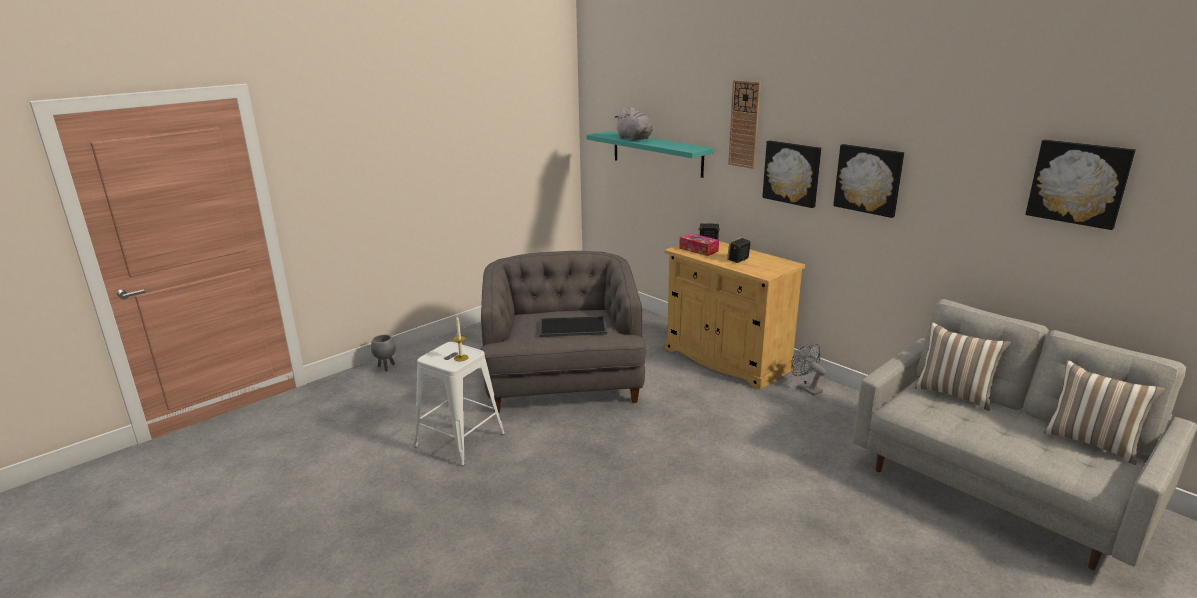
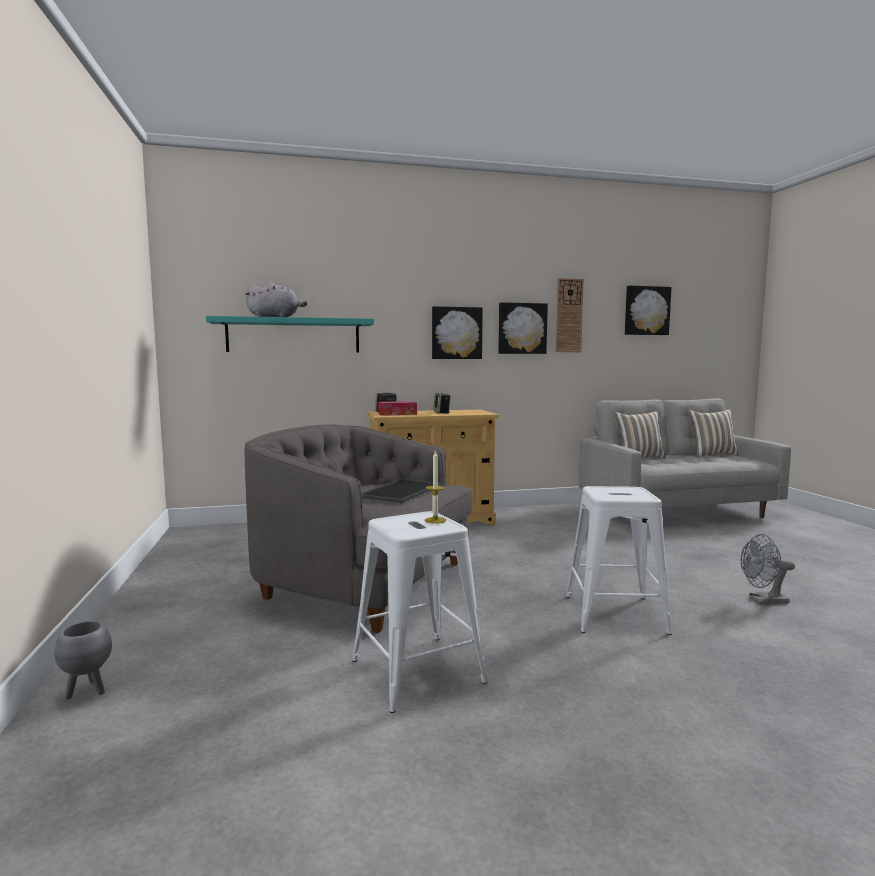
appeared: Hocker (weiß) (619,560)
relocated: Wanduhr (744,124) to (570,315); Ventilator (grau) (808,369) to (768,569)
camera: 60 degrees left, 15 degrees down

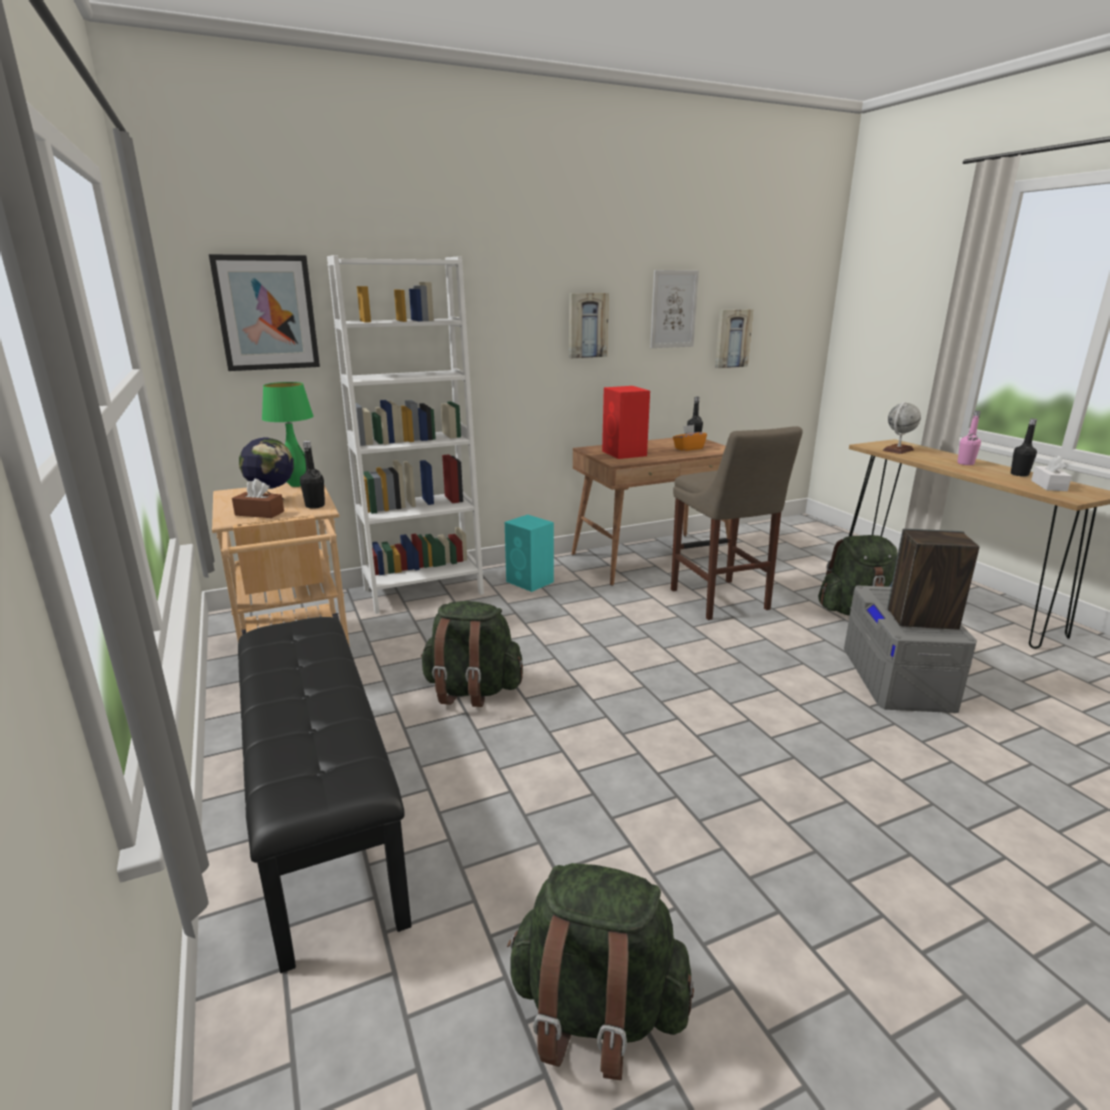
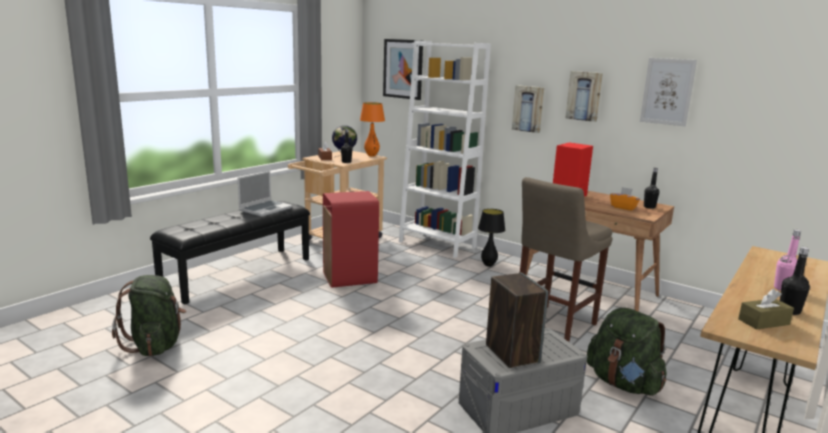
missing: Globus (901,428)
appeared: Laptop (265,194)
relocated: Bild (734,338) to (528,109)
exchanged: Lautsprecher (türkis) (529,553) to Tischlampe (schwarz) (491,238); Rucksack (grün) (471,654) to Mülleimer (rot) (351,239)
colour: Tischlampe (grün) (288,434) to Tischlampe (orange) (372,129); Taschentuchbox (weiß) (1051,473) to Taschentuchbox (braun) (766,309)
camera: 60 degrees right, 5 degrees down

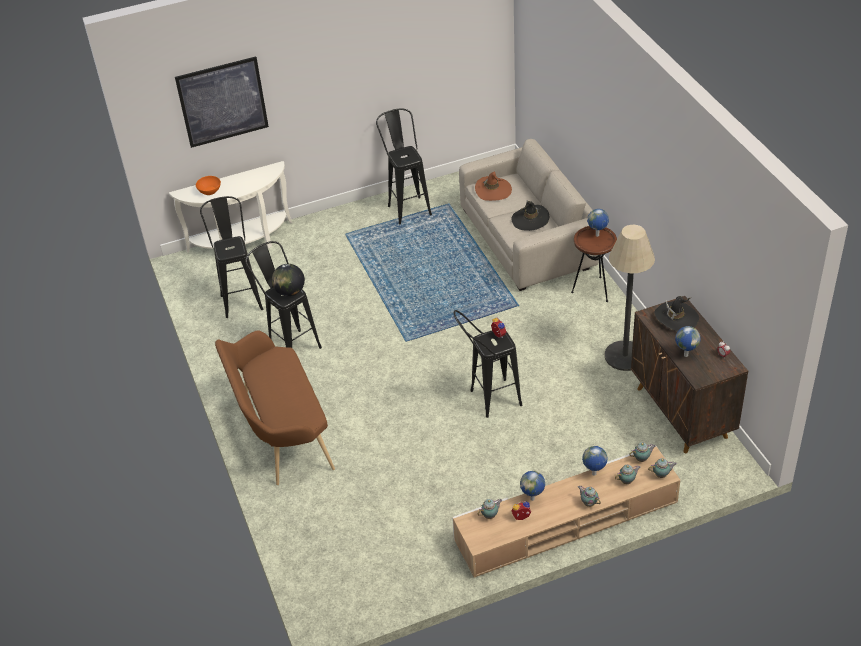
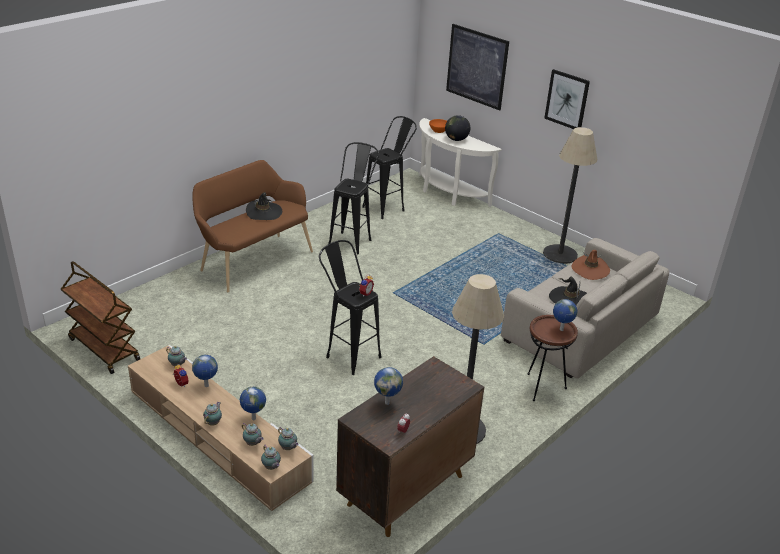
appeared: Bild (567,99); Rollwagen (braun) (100,317)
relocated: Globus (288,280) to (457,128); Hut (schwarz) (677,313) to (264,206)
exchanged: Hocker (schwarz) (404,166) to Stehlampe (570,195)
camera: 60 degrees right, 10 degrees down

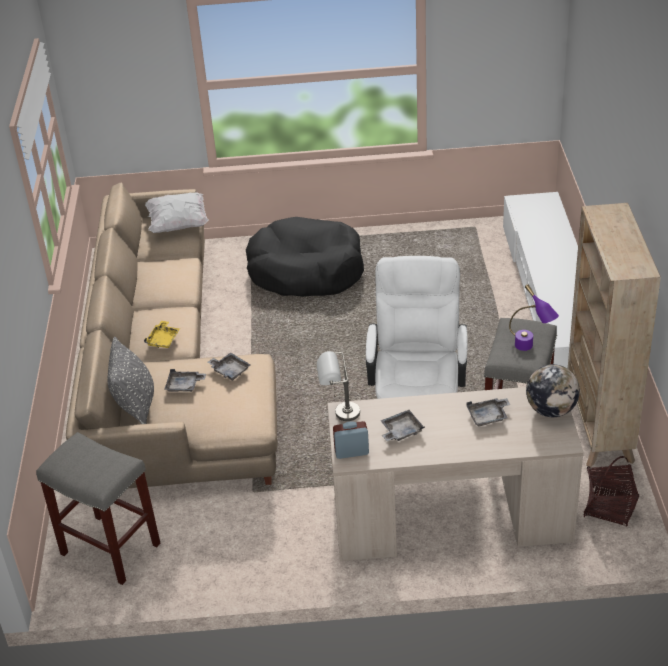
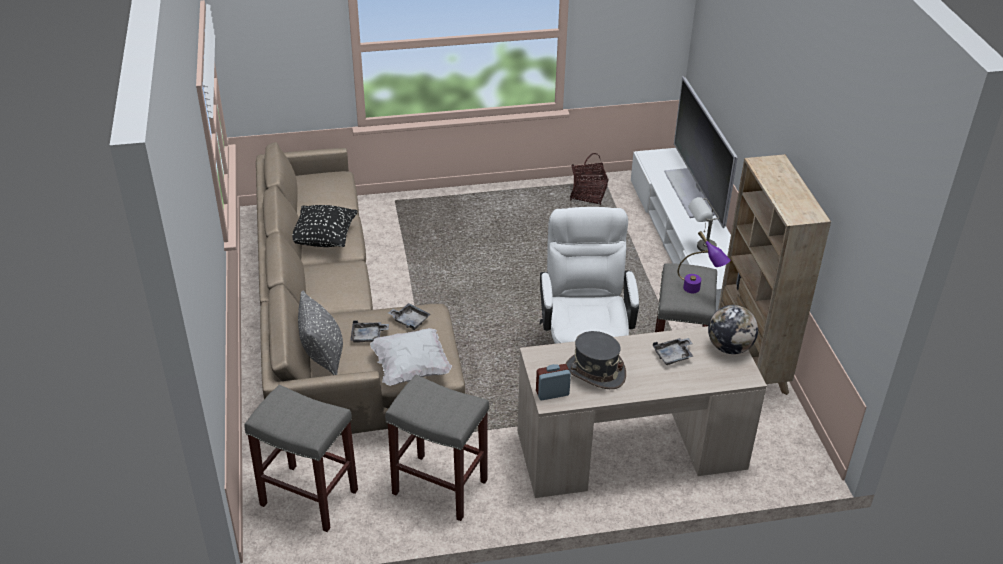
missing: Hundebett (schwarz) (305,257); Tablett (gelb) (162,334)
appeared: Fernseher (701,152); Kissen (schwarz) (325,226); Hocker (grau) (437,448)
relocated: Kissen (weiß) (177,212) to (411,357); Tischlampe (grau) (338,386) to (703,225); Korb (611,491) to (589,179)
exchanged: Tablett (grau) (403,425) to Hut (grau) (596,360)
camera: 10 degrees left, 0 degrees up

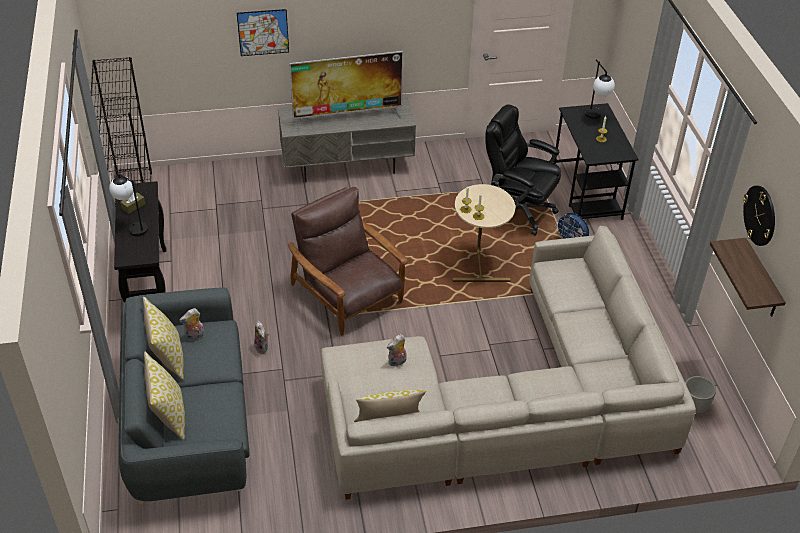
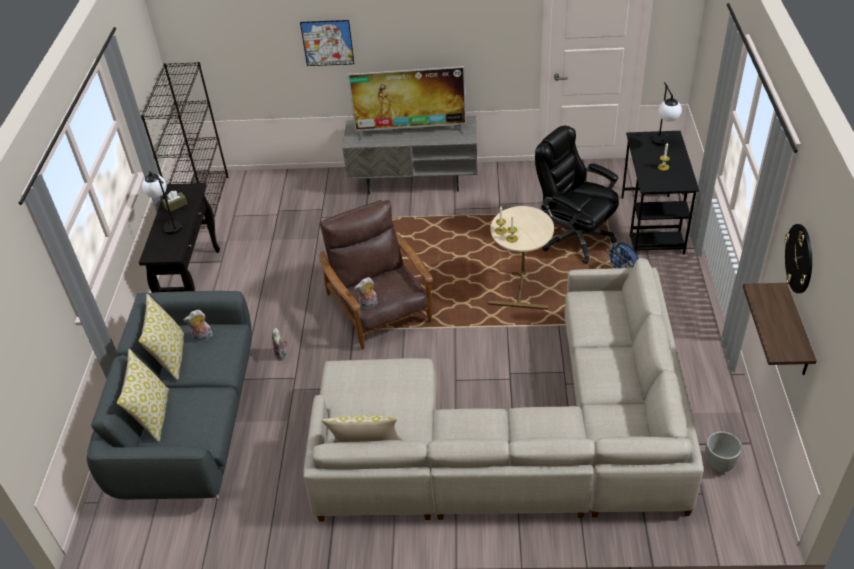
relocated: Plüschtier (396,350) to (365,293)
camera: 15 degrees right, 0 degrees up

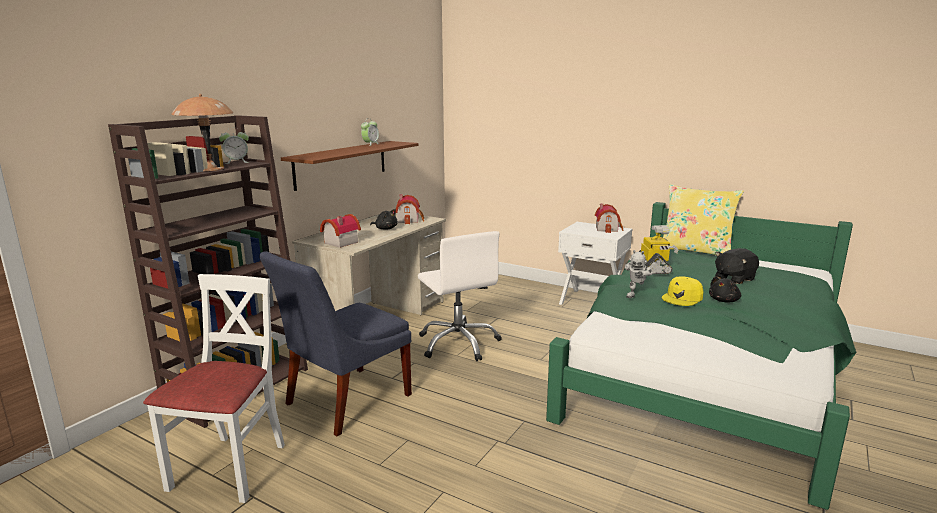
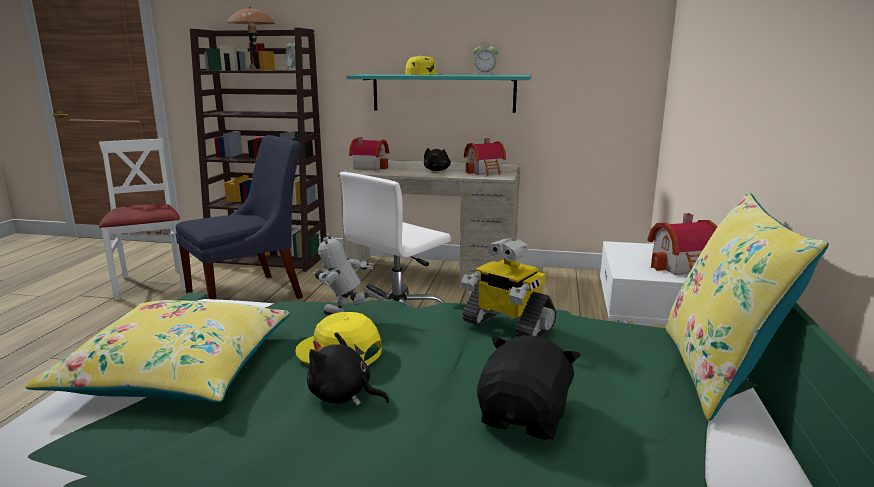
appeared: Kappe (gelb) (424,65); Kissen (gelb) (157,351)
colour: Wandregal (braun) (350,166) to Wandregal (türkis) (438,93)
spun: Spielzeugroboter (658,249) = (508,287) 60 degrees clockwise; Plüschtier (schwarz) (737,266) = (529,387) 75 degrees clockwise; Stuhl (blau) (335,343) = (239,217) 120 degrees clockwise; Stuhl (weiß) (214,388) = (142,219) 105 degrees counterclockwise
camera: 70 degrees right, 0 degrees up

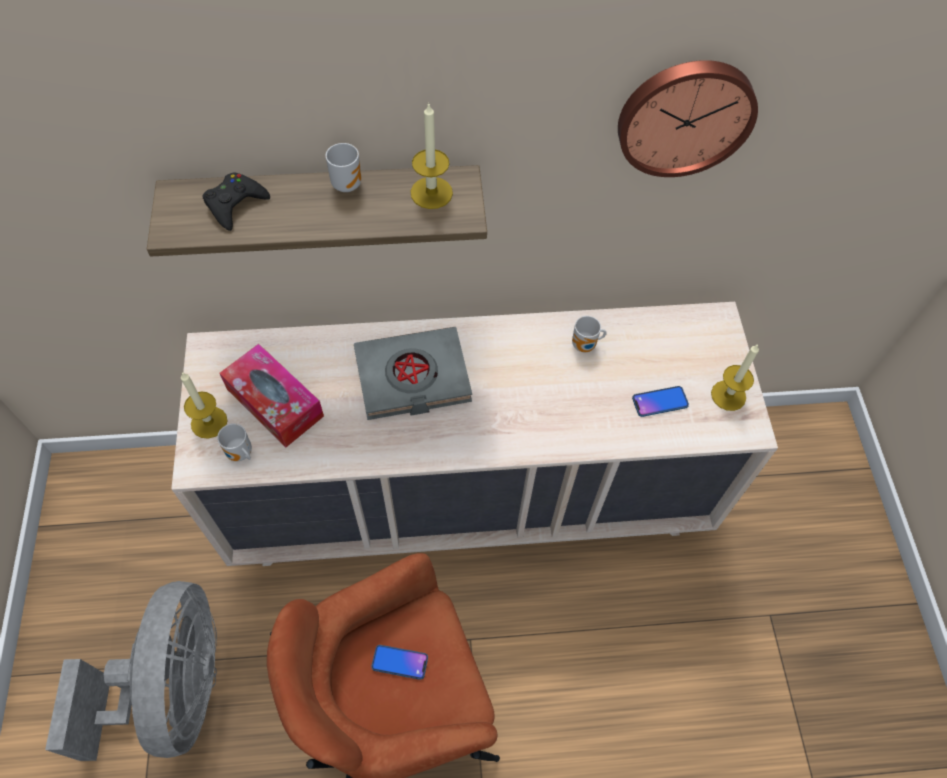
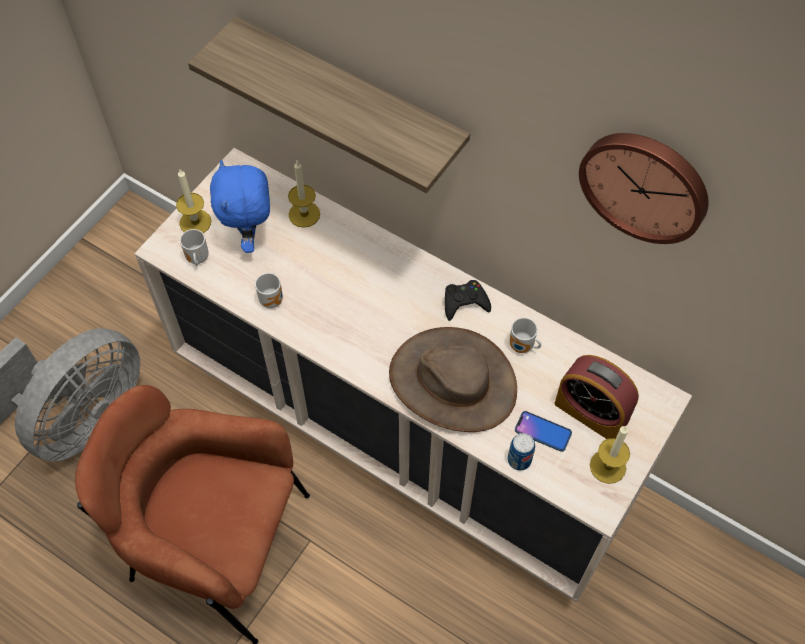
missing: Buch (grau) (413,373); Handy (399,662)
appeared: Hut (braun) (453,379); Wecker (596,397); Dose (521,452)
relocated: Kerze (431,155) to (304,194); Henkelbecher (343,167) to (269,290); Gamepad (schwarz) (236,201) to (468,300)
exchanged: Taschentuchbox (272,395) to Plüschtier (blau) (240,206)
camera: 40 degrees right, 0 degrees up

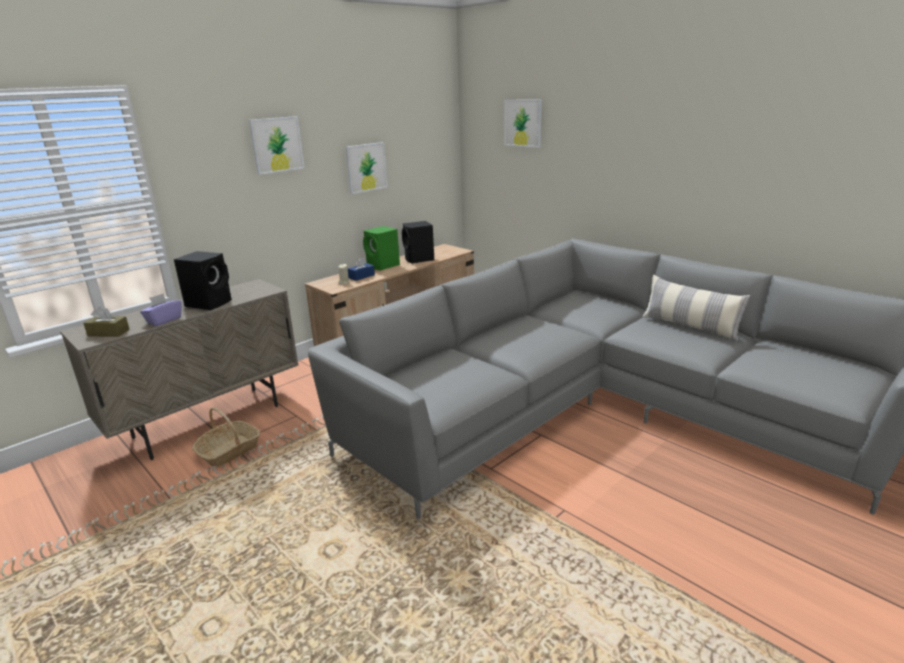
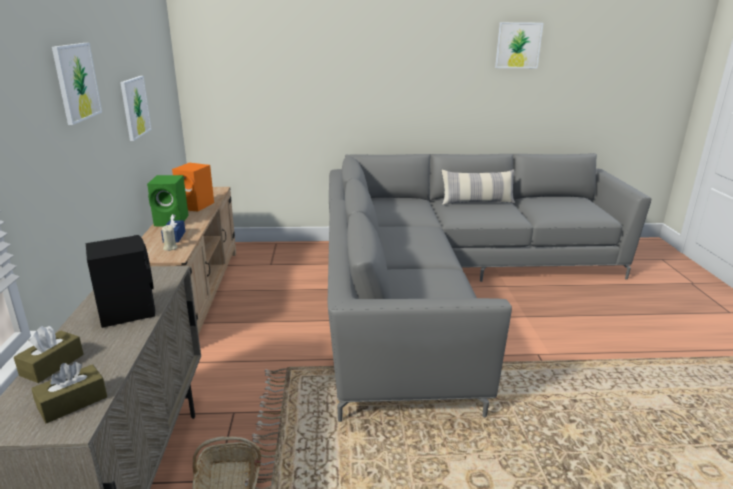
missing: Taschentuchbox (lila) (161,309)
appeared: Taschentuchbox (braun) (49,354)
relocated: Bild (523,124) to (519,45)
colour: Lautsprecher (schwarz) (418,242) to Lautsprecher (orange) (193,187)
camera: 50 degrees left, 0 degrees up

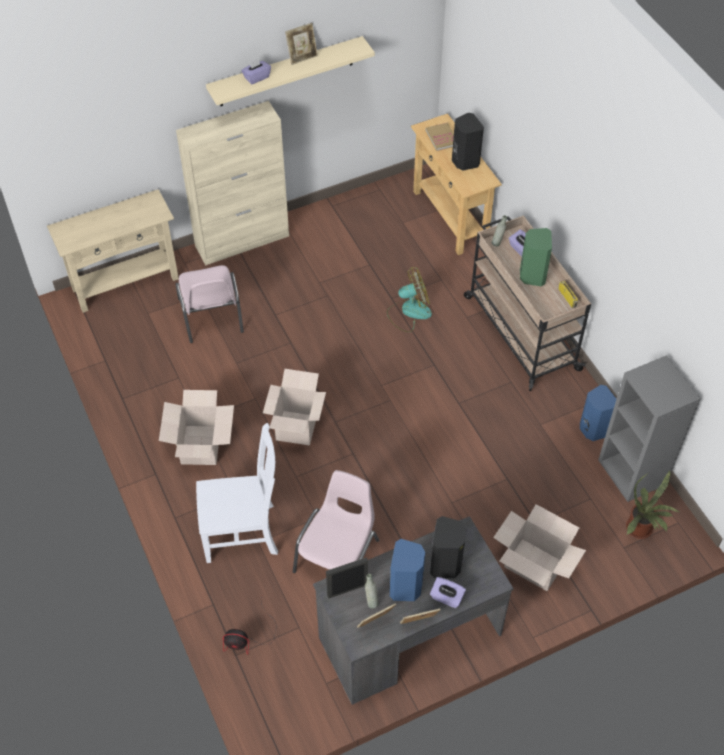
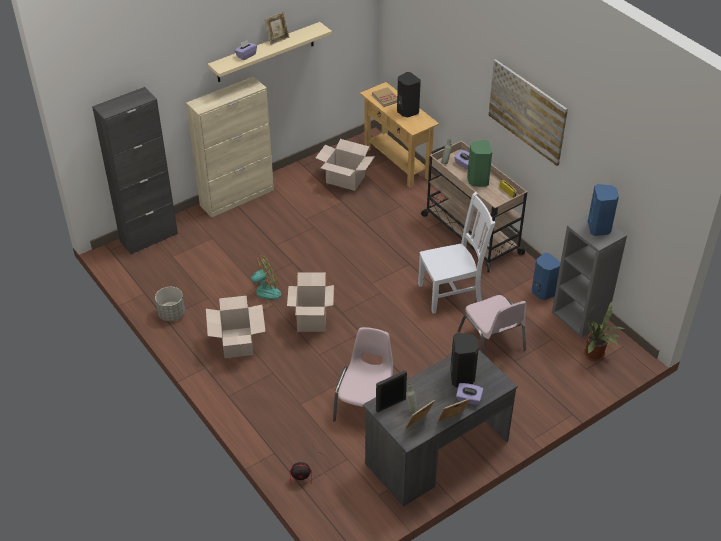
appeared: Bild (528,112); Pflanzkübel (grau) (170,304)
relocated: Stuhl (rosa) (209,304) to (492,325); Ventilator (409,299) to (263,283); Stuhl (weiß) (237,493) to (456,253); Karton (539,547) to (345,165); Lautsprecher (blau) (407,570) to (603,210)
exchanged: Konsolentisch (beige) (113,251) to Schrank (schwarz) (135,171)
camera: 10 degrees left, 10 degrees down

